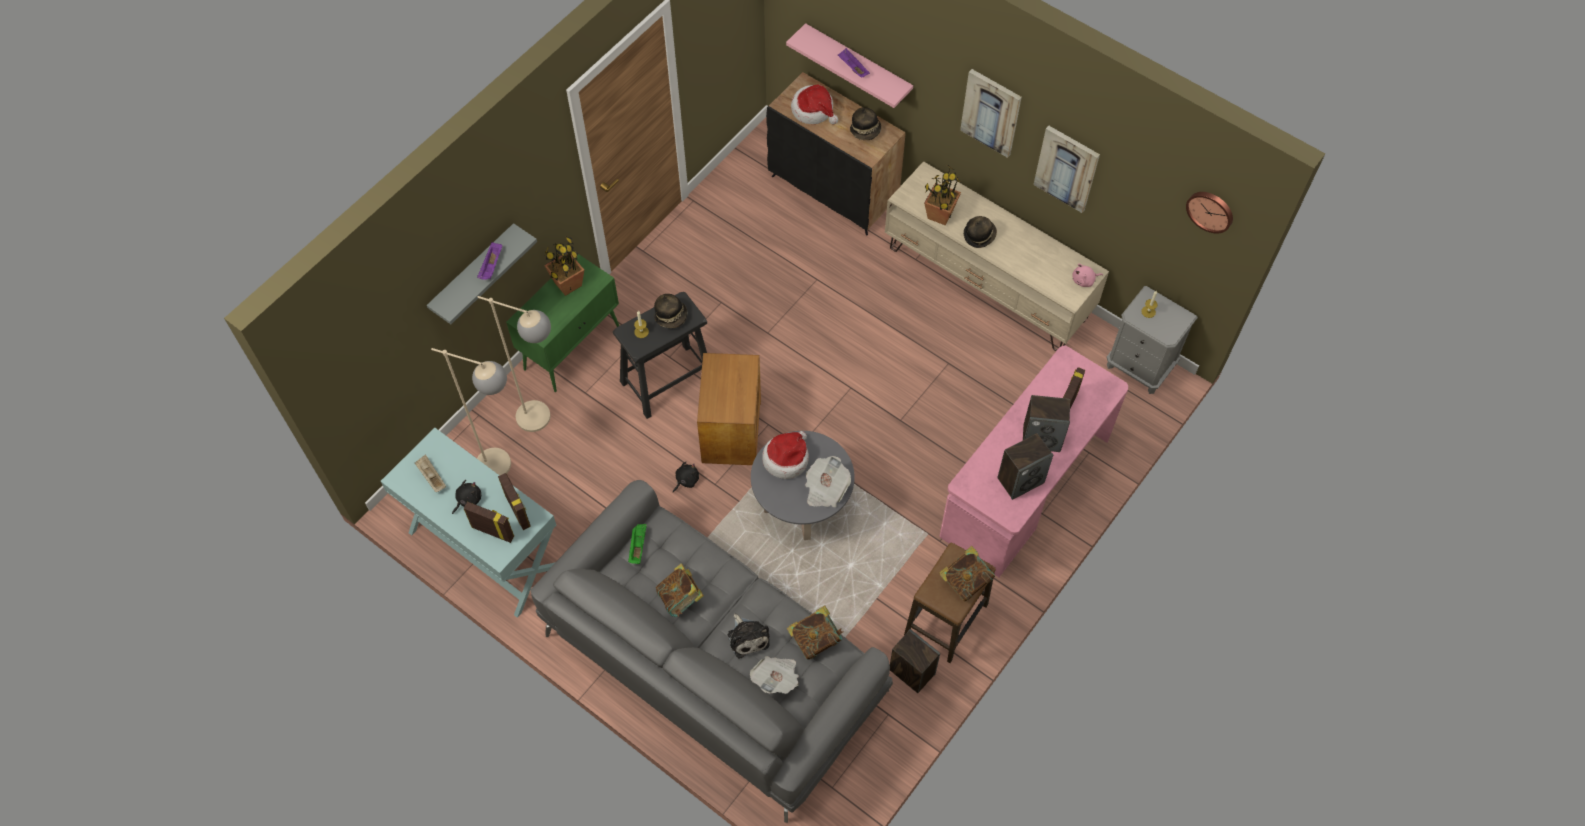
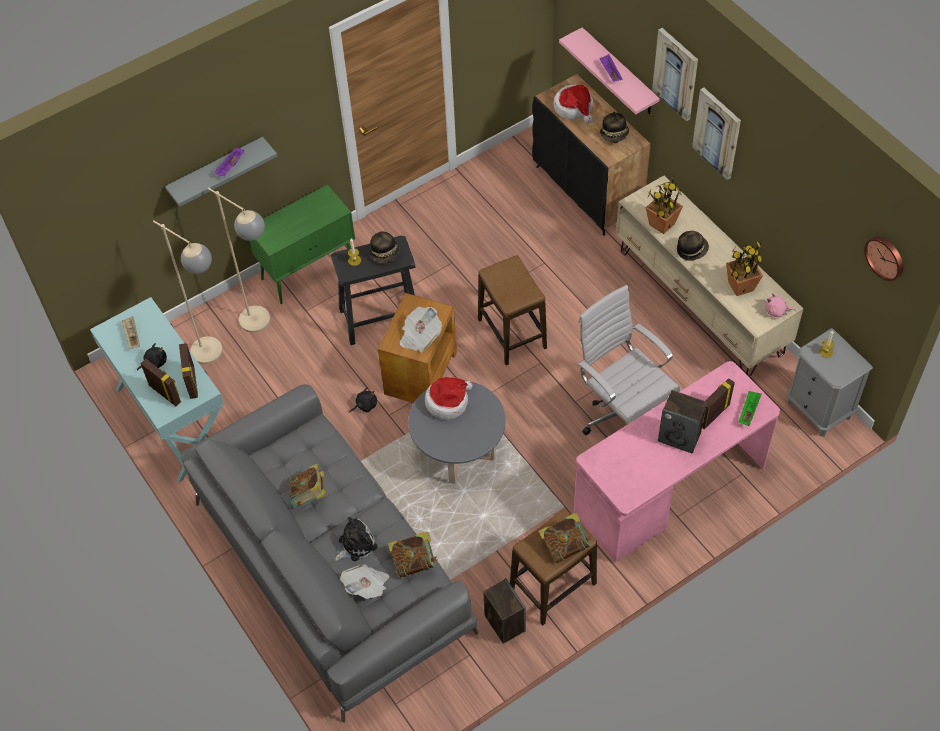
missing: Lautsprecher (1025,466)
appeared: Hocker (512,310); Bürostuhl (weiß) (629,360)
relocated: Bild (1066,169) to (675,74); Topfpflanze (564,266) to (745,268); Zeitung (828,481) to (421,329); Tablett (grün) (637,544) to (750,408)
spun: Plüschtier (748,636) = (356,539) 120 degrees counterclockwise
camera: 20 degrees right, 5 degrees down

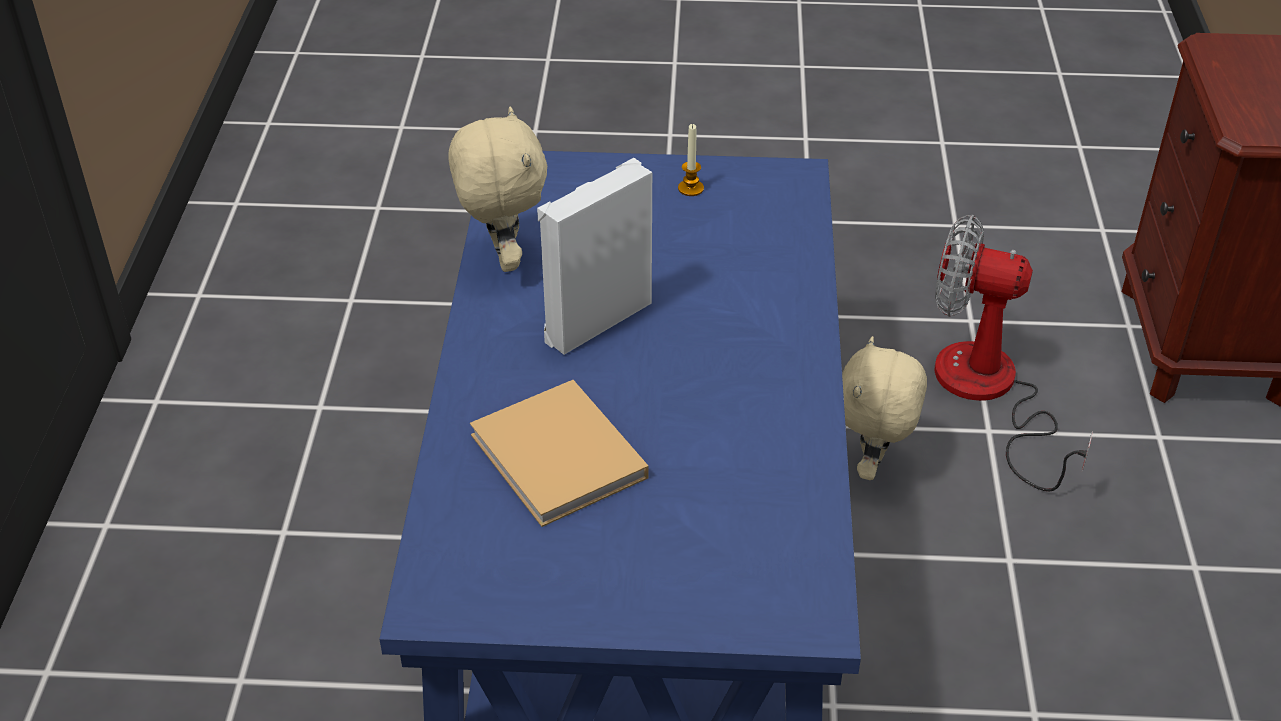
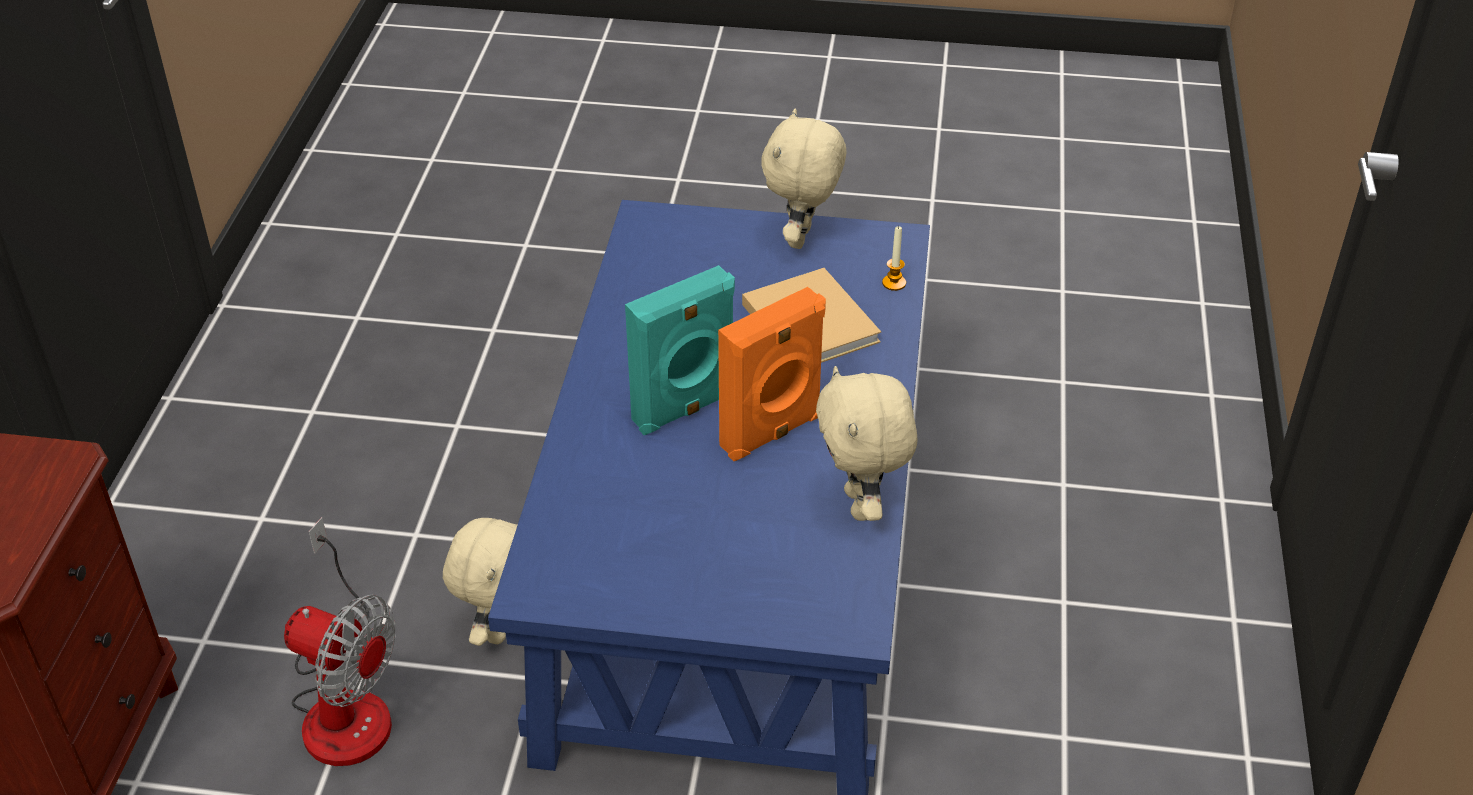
appeared: Plüschtier (beige) (804,178); Lautsprecher (türkis) (680,350)
relocated: Kerze (691,160) to (894,258)
colour: Lautsprecher (weiß) (594,256) to Lautsprecher (orange) (772,374)
camera: 175 degrees left, 0 degrees up

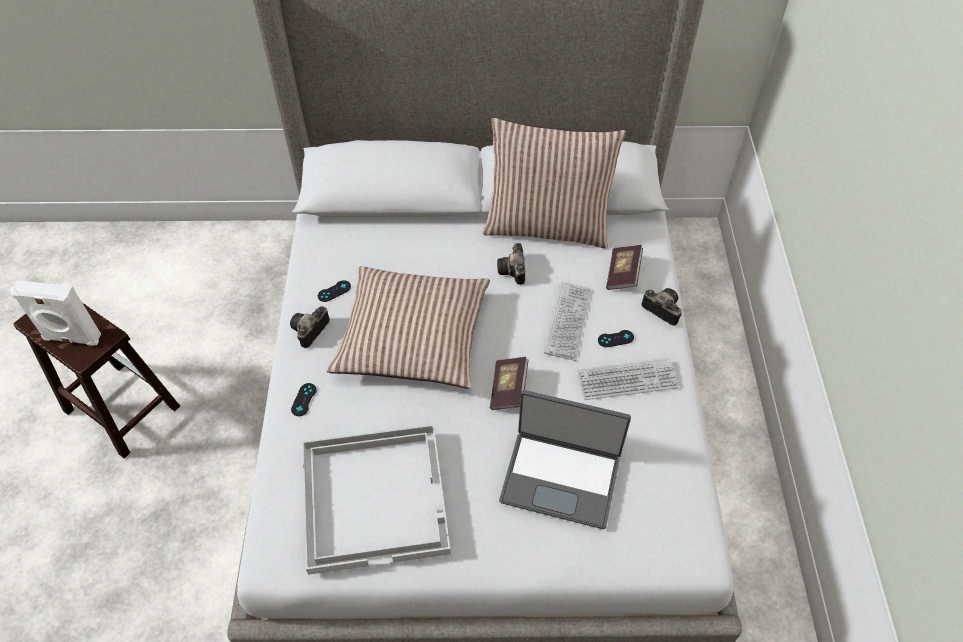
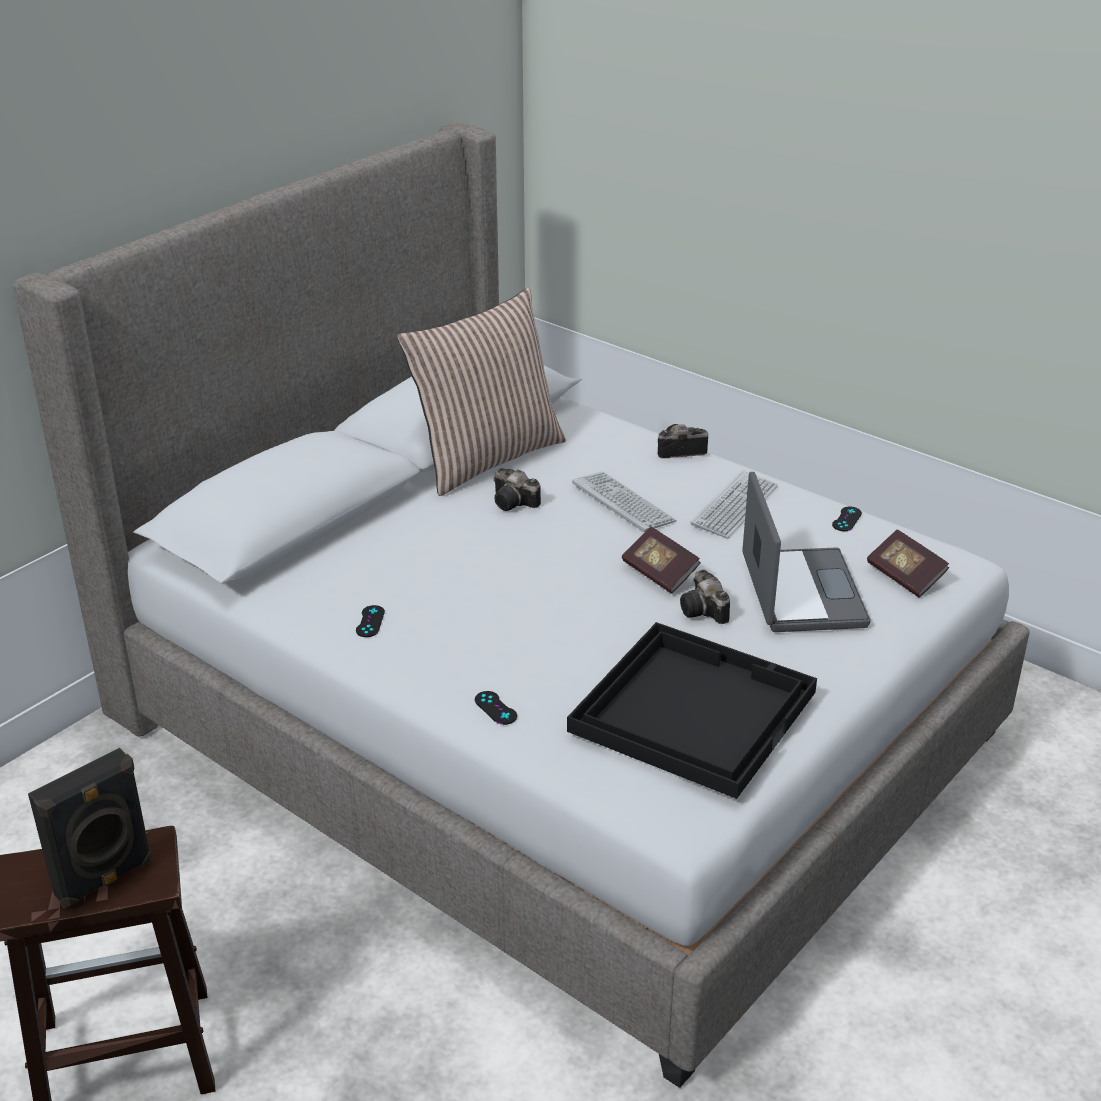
missing: Kissen (408,327)
relocated: Buch (624,267) to (908,563); Kamera (310,327) to (705,597); Gamepad (schwarz) (616,338) to (847,519)
colour: Lautsprecher (weiß) (55,313) to Lautsprecher (schwarz) (90,828); Tablett (weiß) (376,499) to Tablett (schwarz) (692,710)
spun: Laptop (565,459) = (806,552) 60 degrees counterclockwise
camera: 50 degrees left, 20 degrees down

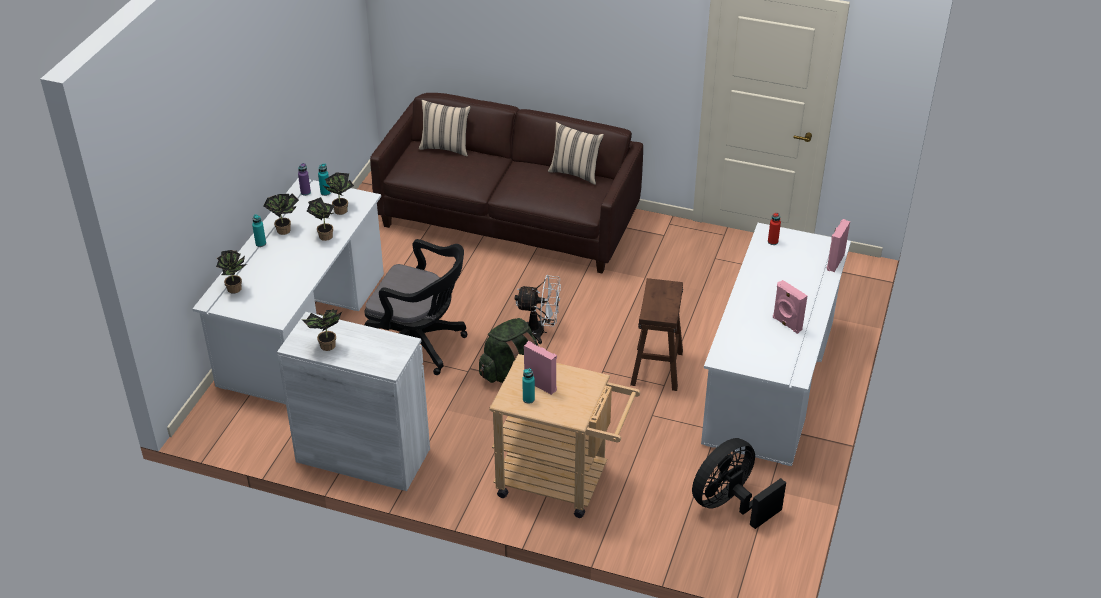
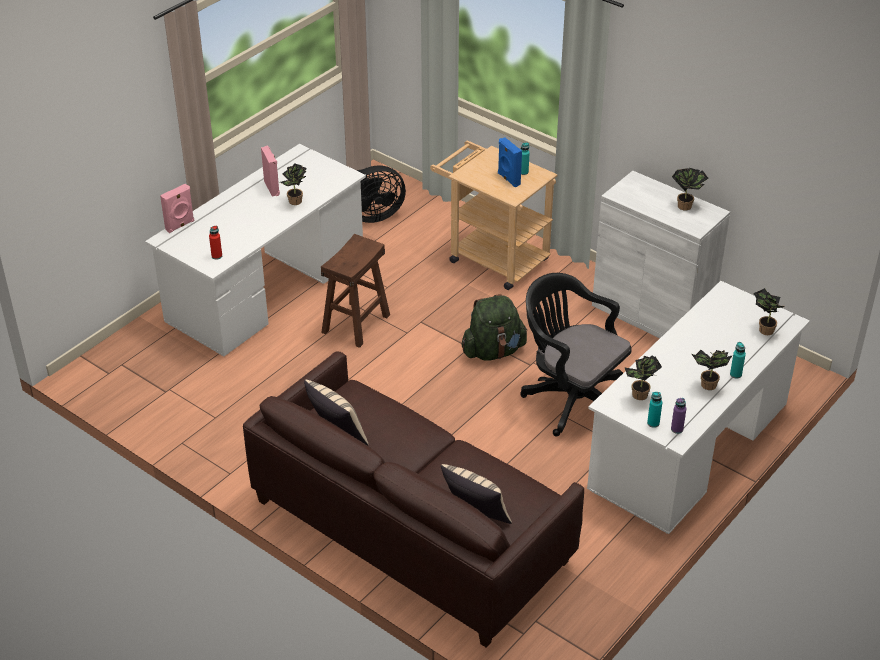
missing: Ventilator (weiß) (538,309)
relocated: Topfpflanze (320,219) to (293,184)
colour: Lautsprecher (rosa) (540,368) to Lautsprecher (blau) (510,162)
camera: 160 degrees left, 0 degrees up

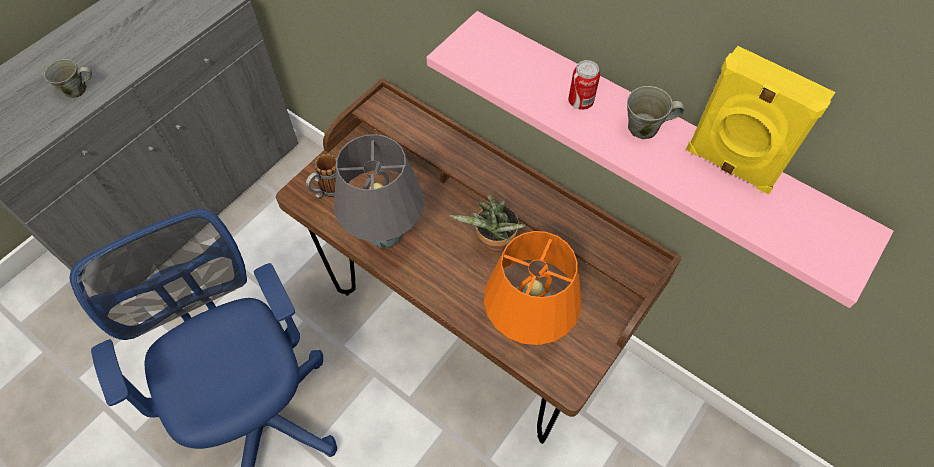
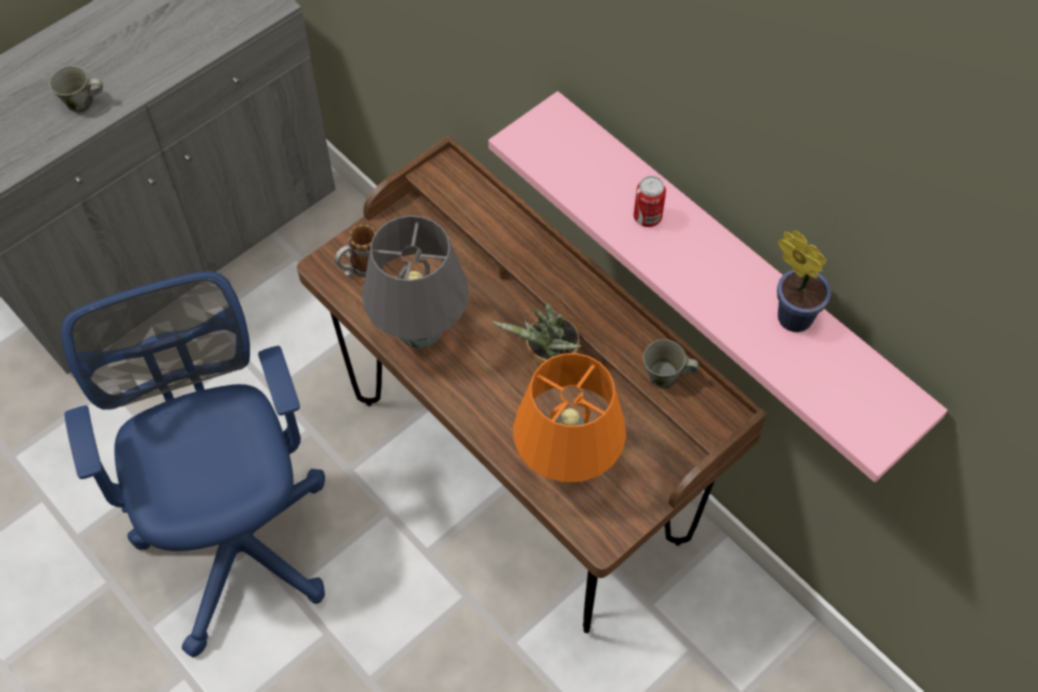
relocated: Henkelbecher (grau) (655,112) to (671,363)
exchanged: Lautsprecher (gelb) (760,120) to Topfpflanze (804,281)
camera: 10 degrees right, 0 degrees up

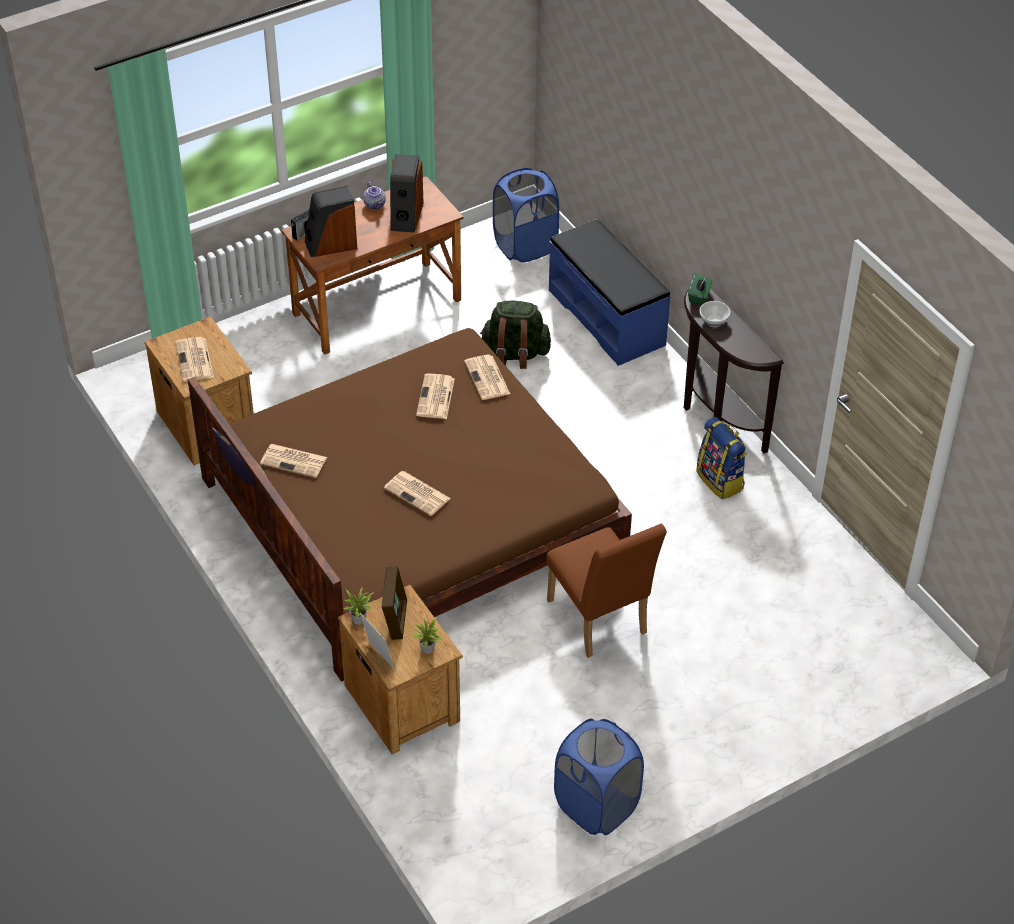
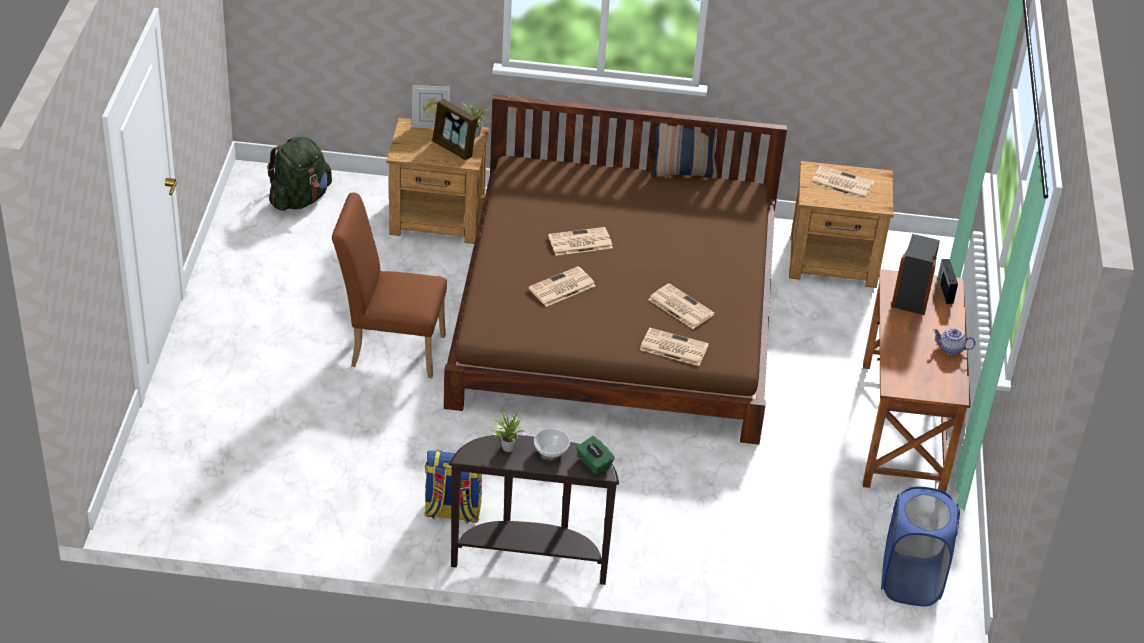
missing: Lautsprecher (407,193); Bank (blau) (610,292); Wäschekorb (blau) (599,777)
relocated: Rucksack (grün) (515,335) to (299,174); Zeitung (293,461) to (562,286); Topfpflanze (426,635) to (508,430)
camera: 125 degrees right, 5 degrees down

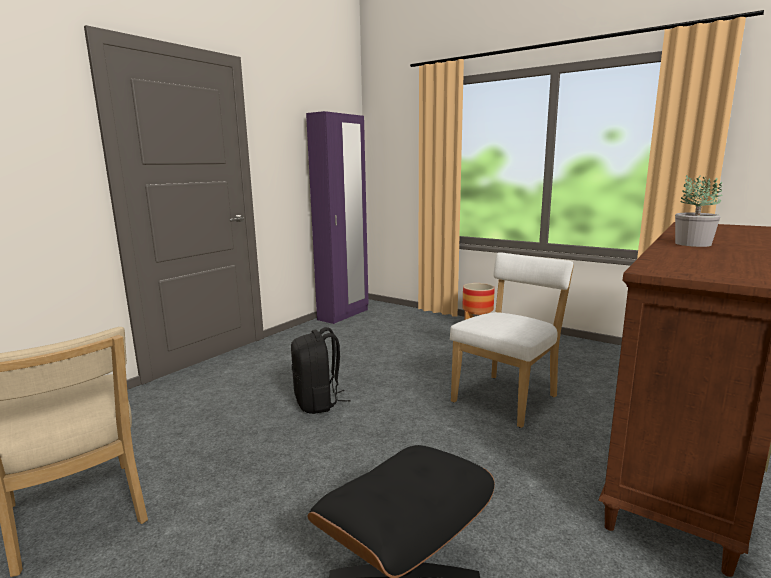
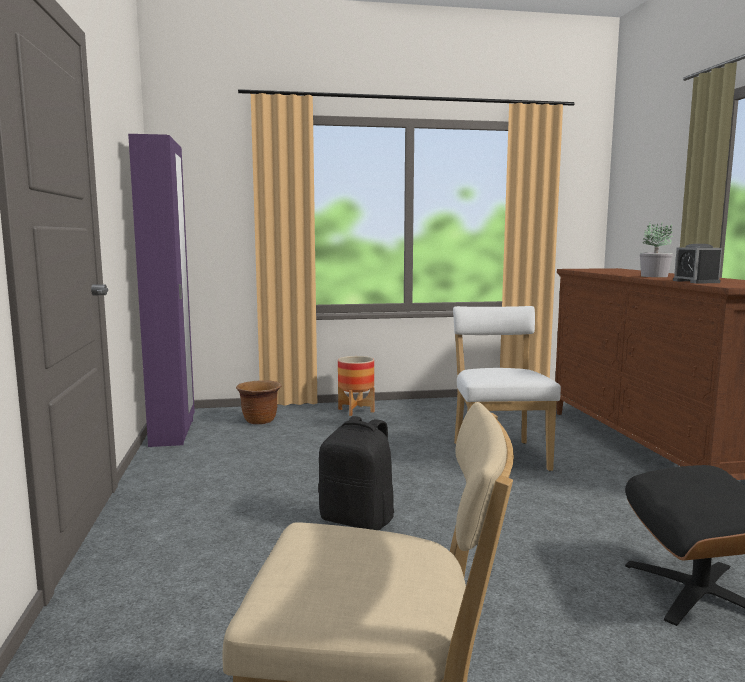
appeared: Wecker (697,264); Pflanzkübel (braun) (259,402)
camera: 45 degrees left, 5 degrees down

